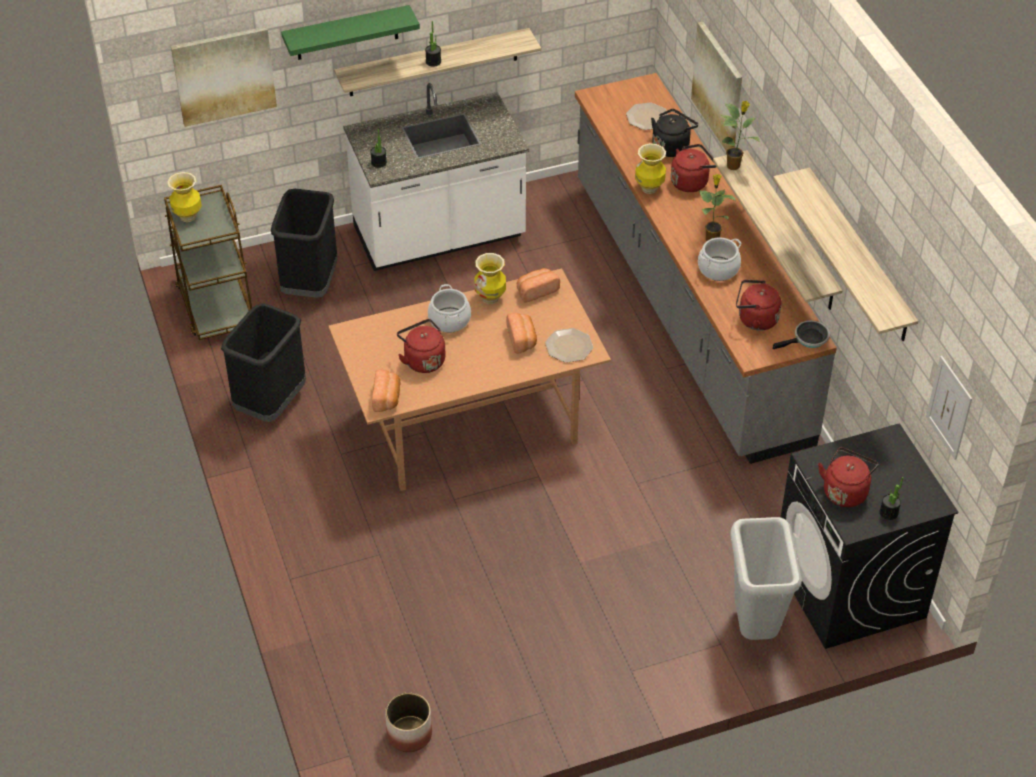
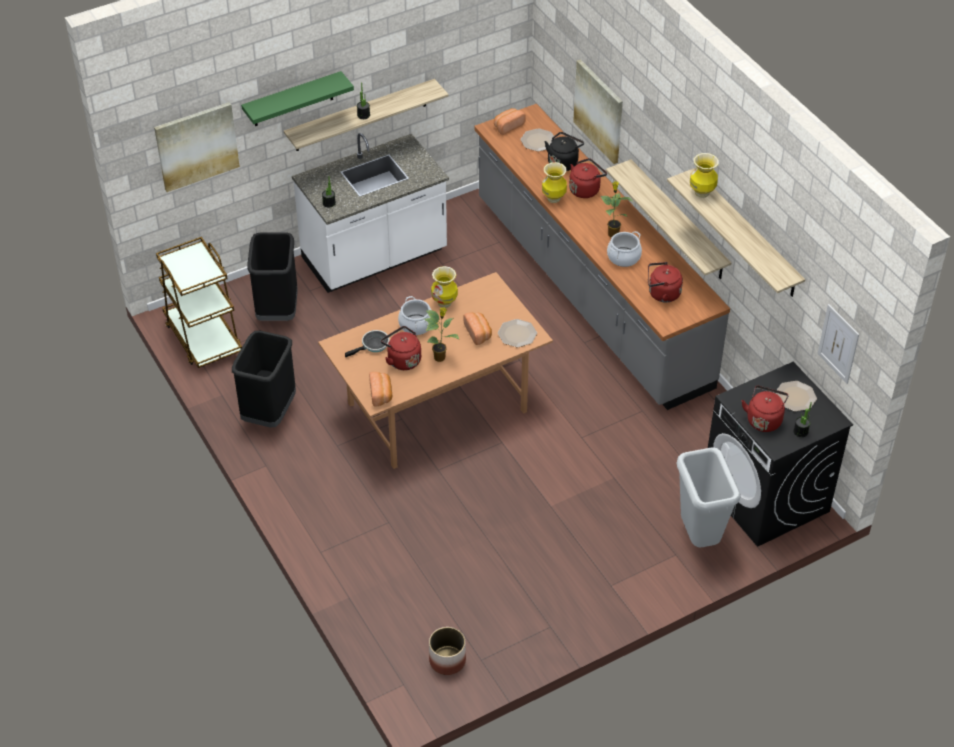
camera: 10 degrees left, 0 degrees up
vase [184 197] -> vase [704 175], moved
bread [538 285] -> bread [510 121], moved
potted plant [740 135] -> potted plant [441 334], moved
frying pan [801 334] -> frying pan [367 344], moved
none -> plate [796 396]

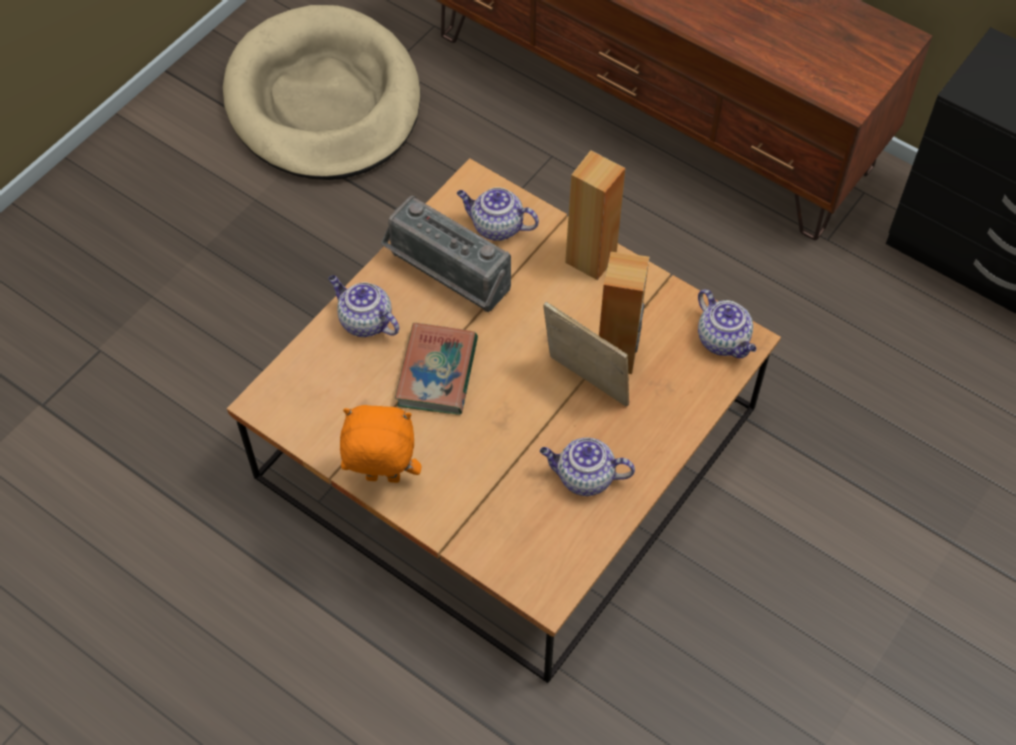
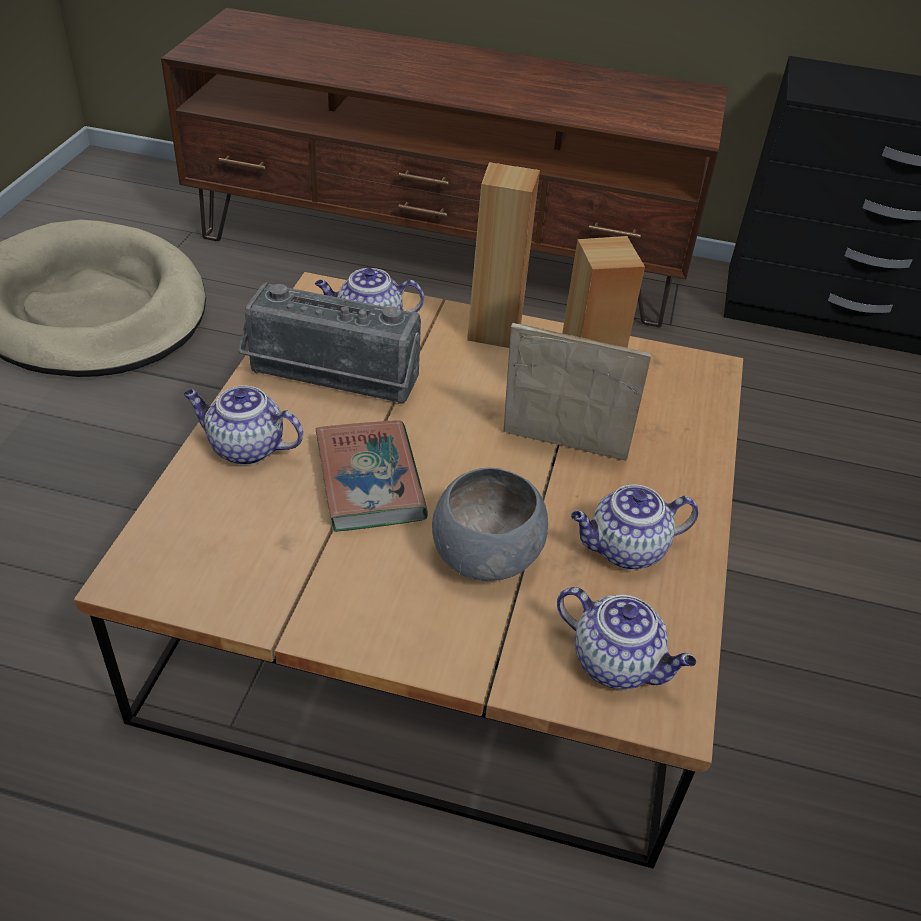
camera: 25 degrees left, 15 degrees down
orange plush toy [380 444] -> none
teapot [727 323] -> teapot [626 638], moved
none -> grey bowl [490 524]

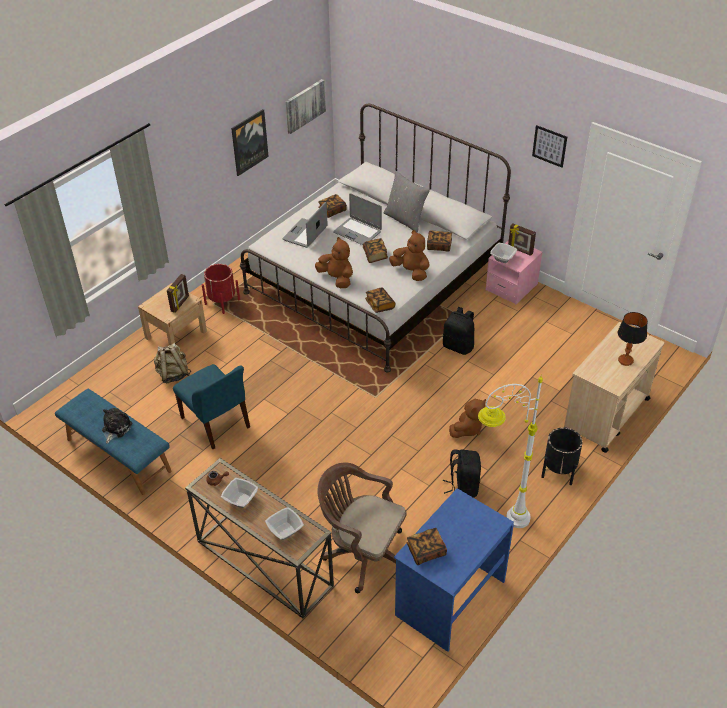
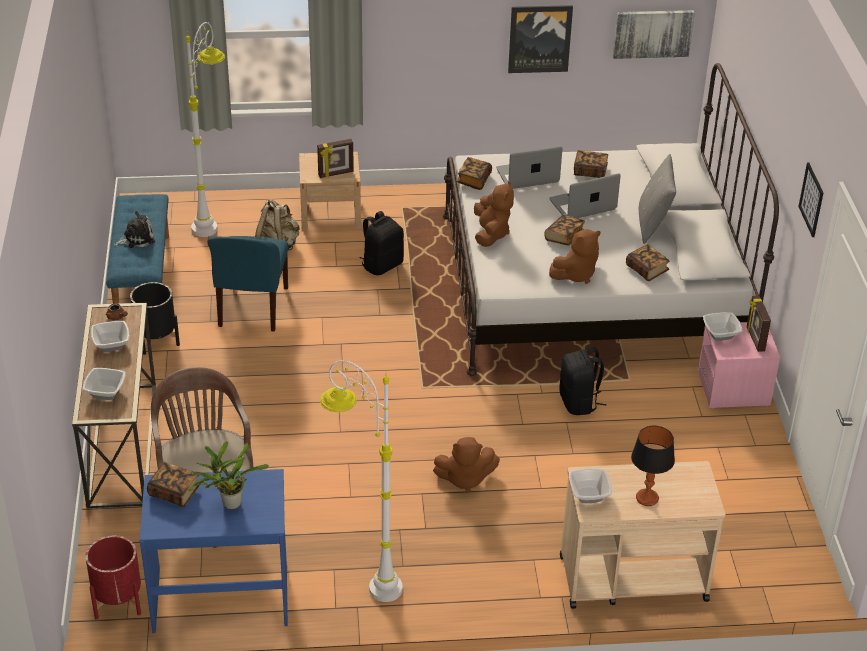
camera: 45 degrees right, 5 degrees down
red planter [221 289] -> red planter [113 577], moved
laptop [357 219] -> laptop [585 195], 75 degrees clockwise
book [380 300] -> book [474 173], moved
brown plush toy [409 255] -> brown plush toy [574 256], 60 degrees clockwise
black backpack [462 473] -> black backpack [382 243], moved
black planter [562 456] -> black planter [155 318], moved
none -> white floor lamp [205 129]
none -> potted plant [228 475]
none -> bowl [590 485]

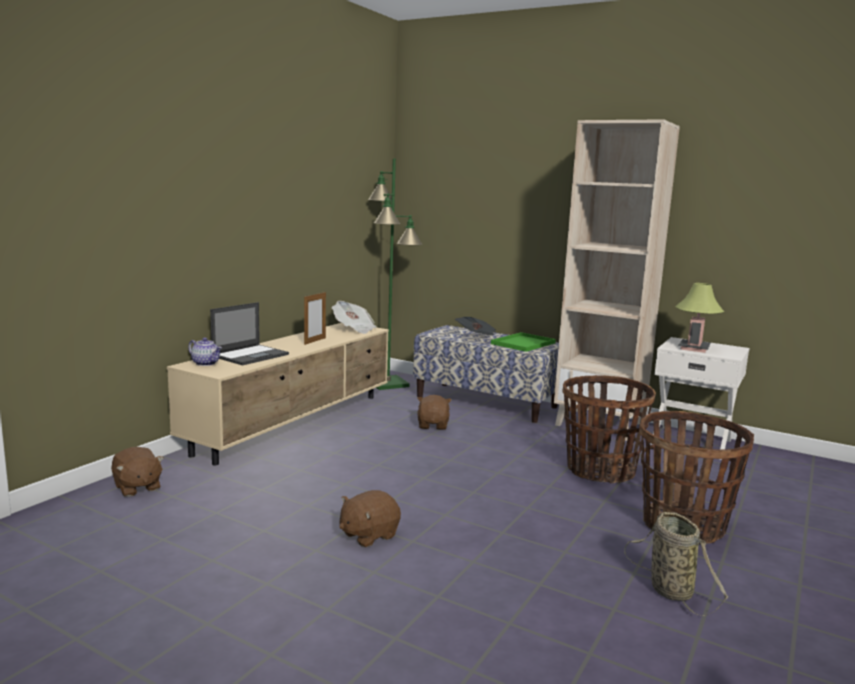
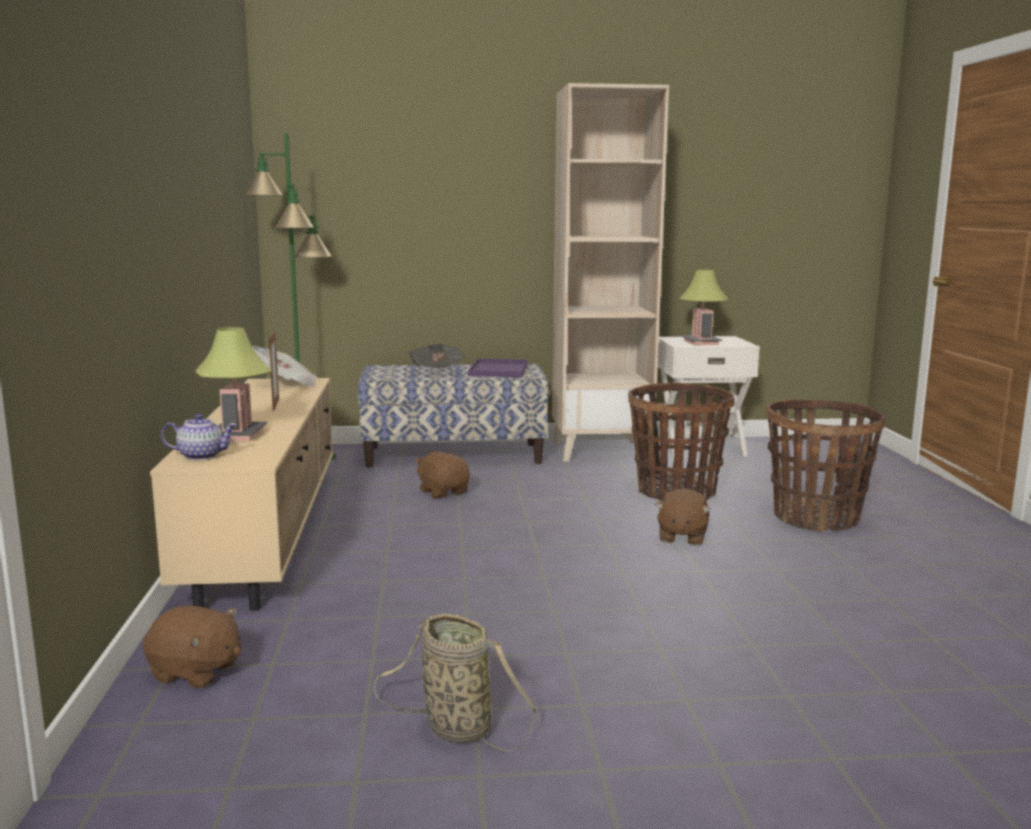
camera: 35 degrees left, 0 degrees up
laptop [249 333] -> table lamp [233 384]
brown plush toy [370 518] -> brown plush toy [683 517], moved
green tray [523 342] -> purple tray [498 368]
basket [676 564] -> basket [455 682], moved

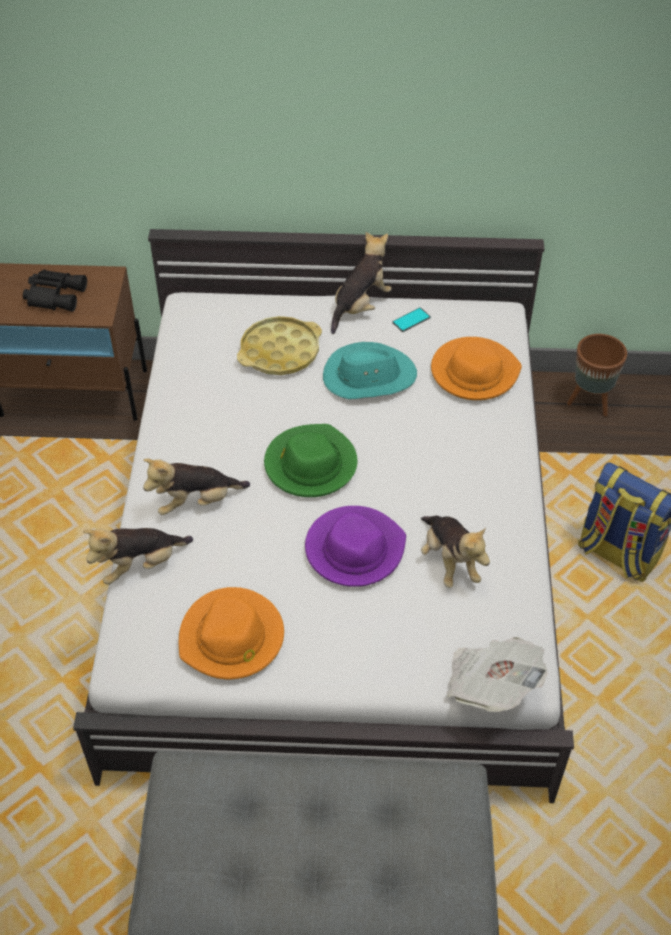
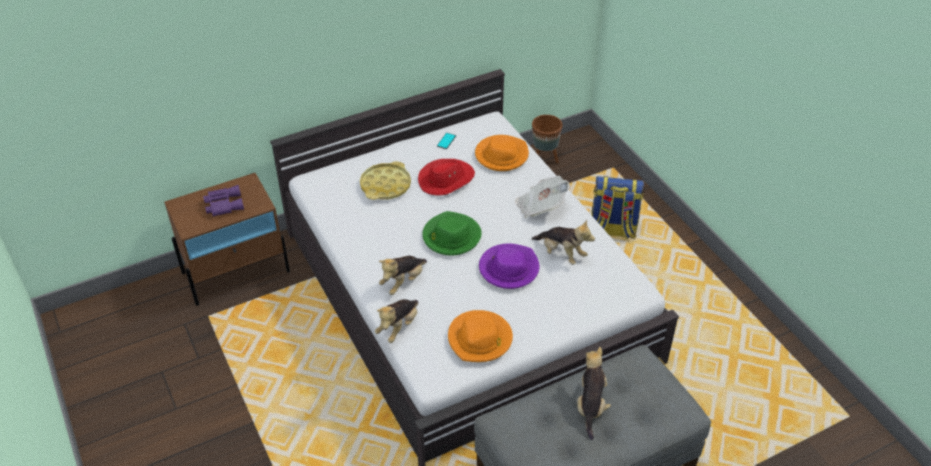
camera: 30 degrees left, 5 degrees down
black binoculars [55 291] -> purple binoculars [223 201]
turquoise hat [370 370] -> red hat [446 177]
plush toy [361 283] -> plush toy [594 393], moved
newspaper [497 674] -> newspaper [542 197], moved

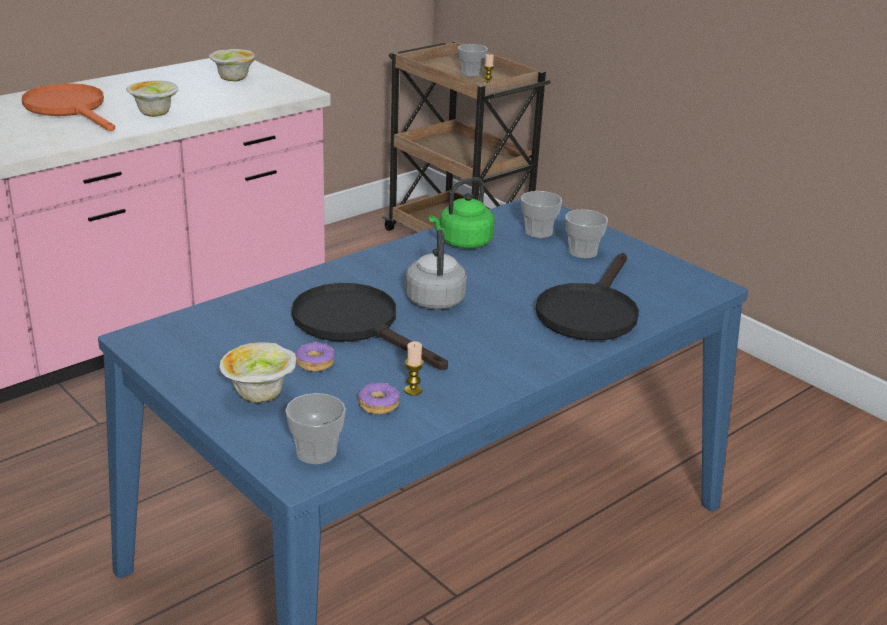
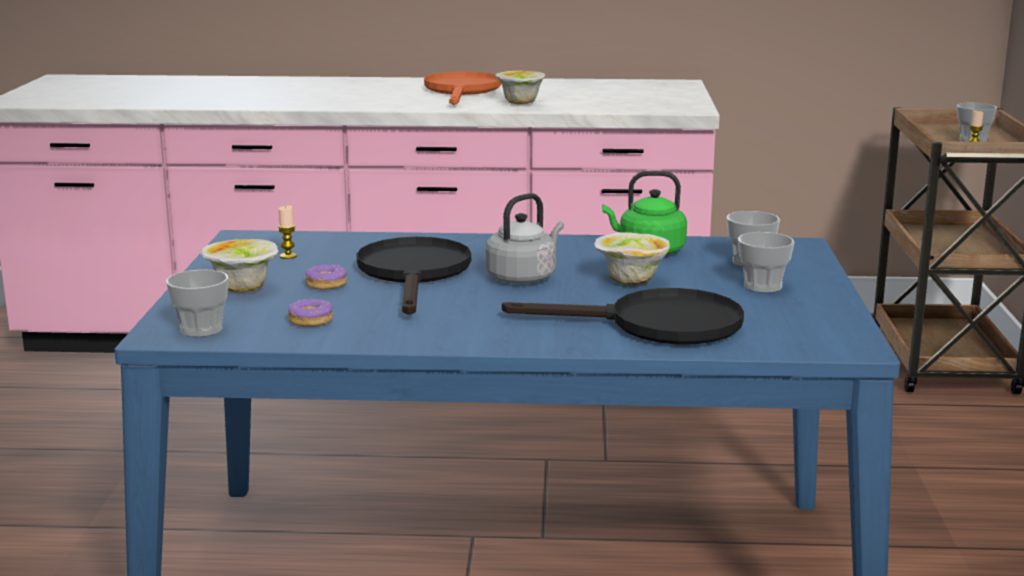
camera: 45 degrees right, 10 degrees down
bowl [232 65] -> bowl [632 258], moved
candle [413 368] -> candle [287 232], moved
black frying pan [587 297] -> black frying pan [623 316], 150 degrees counterclockwise

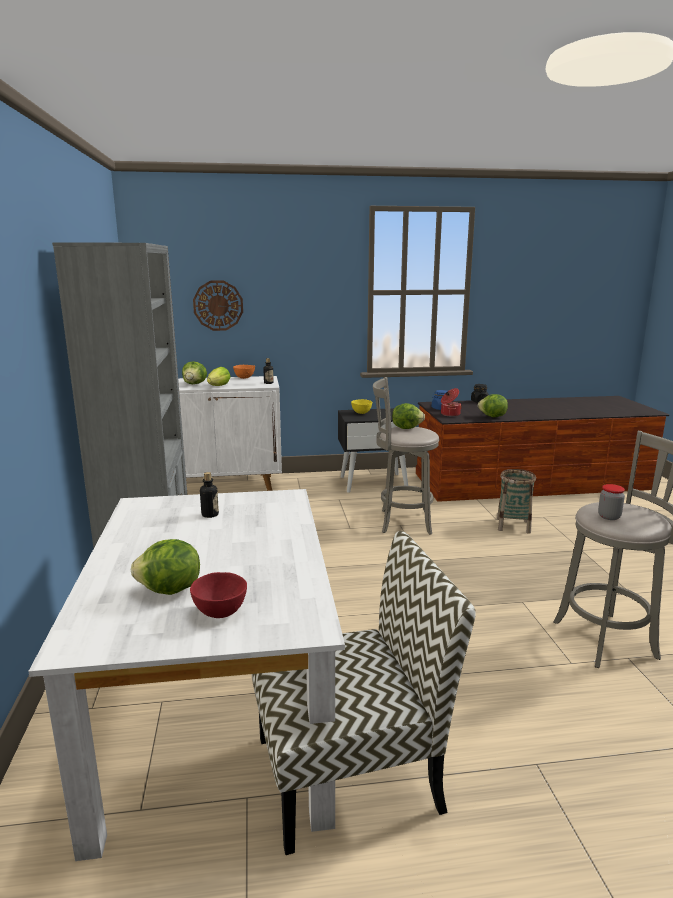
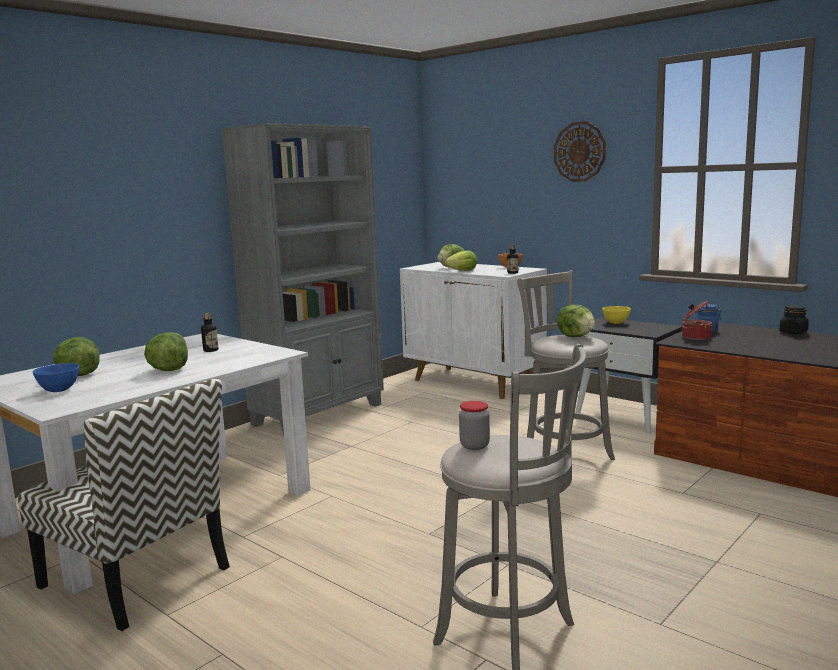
camera: 50 degrees right, 5 degrees down
red bowl [218 595] -> blue bowl [56 377]
wall clock [218 306] -> wall clock [580 151], moved
lettuce [493 405] -> lettuce [166 351], moved
basket [516 501] -> none

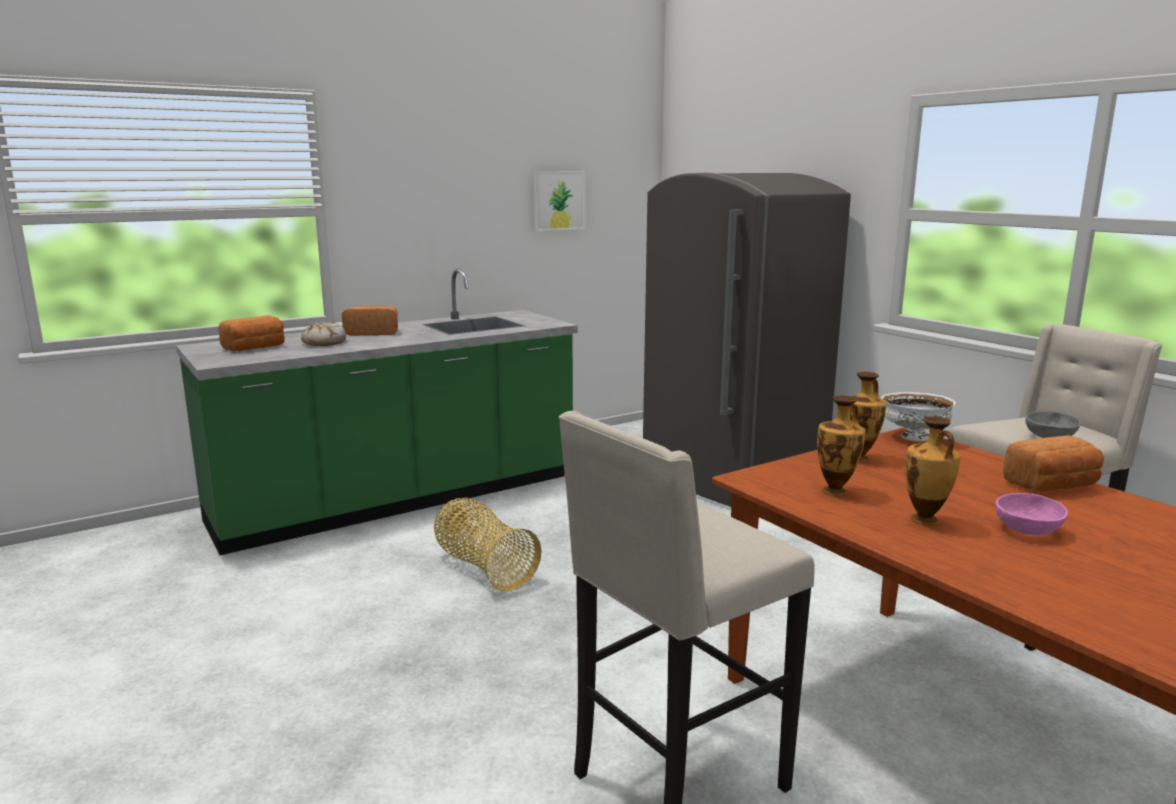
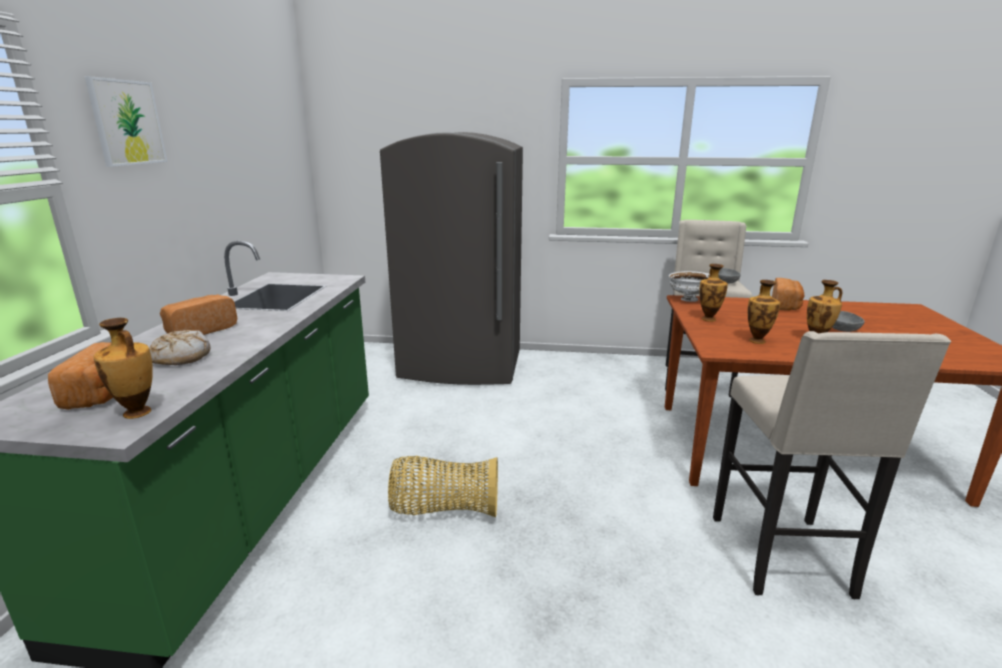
camera: 50 degrees left, 5 degrees up
picture [559 201] -> picture [126 121], moved
pink bowl [1032 514] -> grey bowl [848 321]
none -> vase [123 368]

